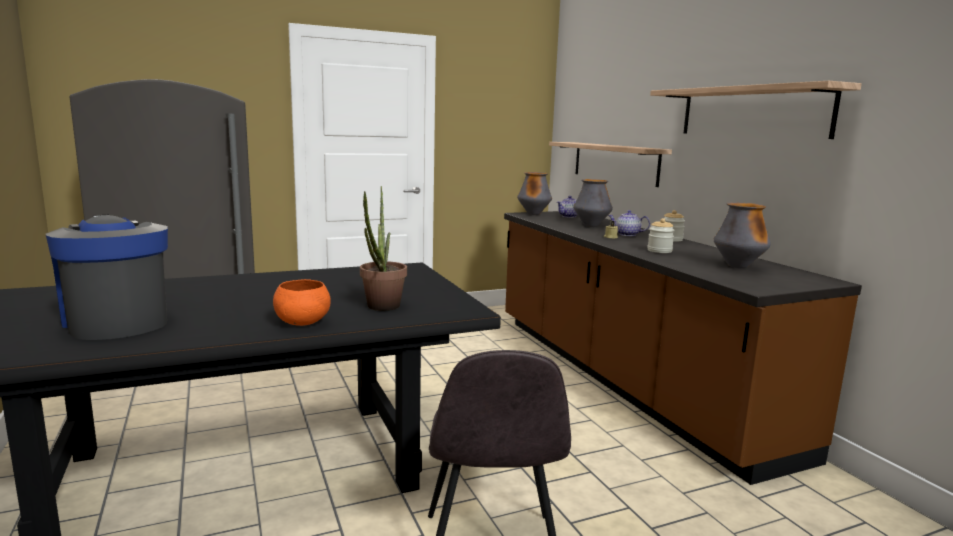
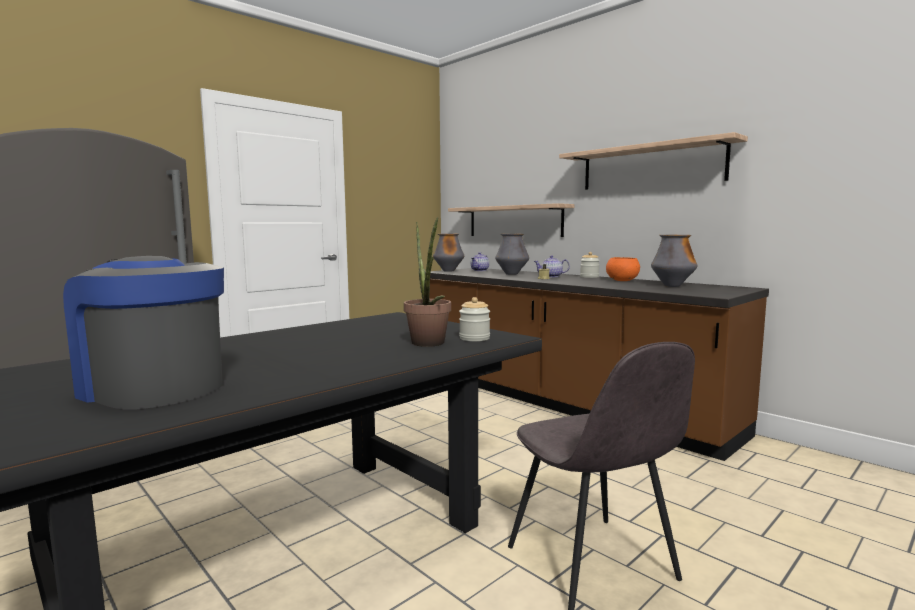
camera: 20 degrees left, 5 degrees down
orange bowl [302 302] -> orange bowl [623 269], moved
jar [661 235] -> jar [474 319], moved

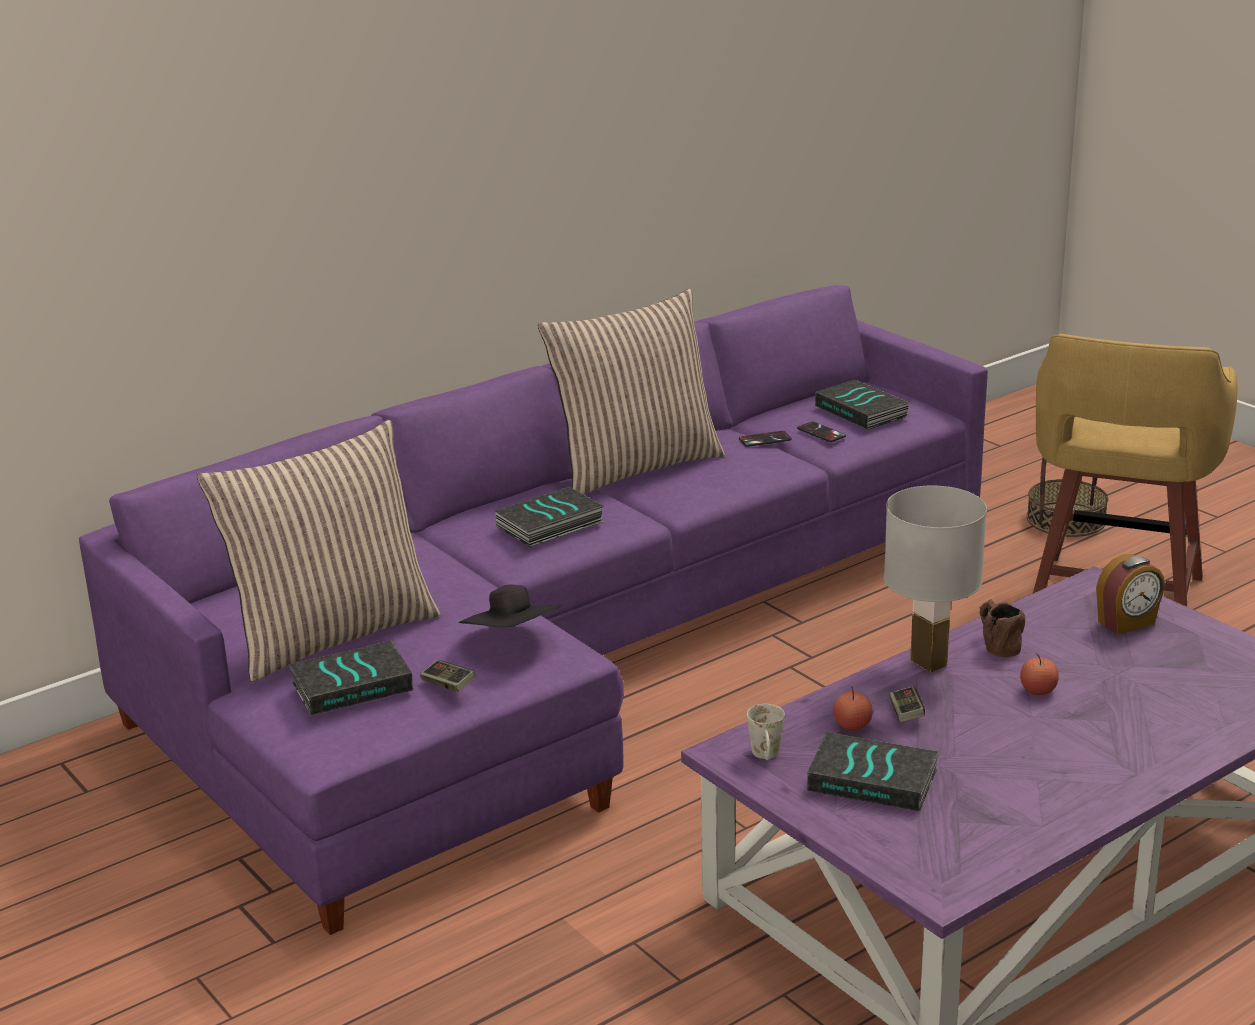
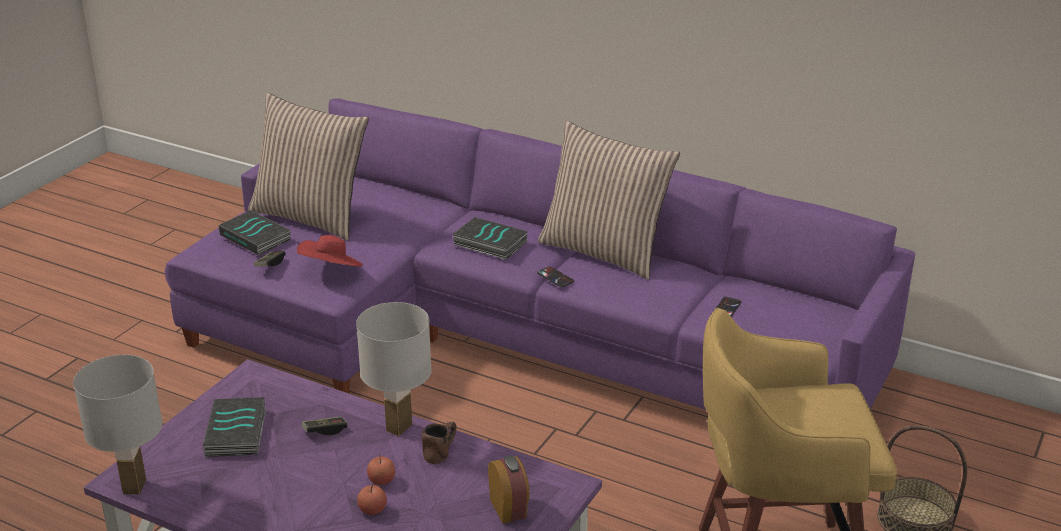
camera: 65 degrees right, 5 degrees up
black hat [510 606] -> red hat [330 251]
phone [765 439] -> phone [555 276], moved
white mug [766 732] -> none
book [862 405] -> none
apple [852 708] -> apple [372 499], moved
alarm clock [1130 594] -> alarm clock [509 489], 150 degrees counterclockwise
none -> white table lamp [117 425]

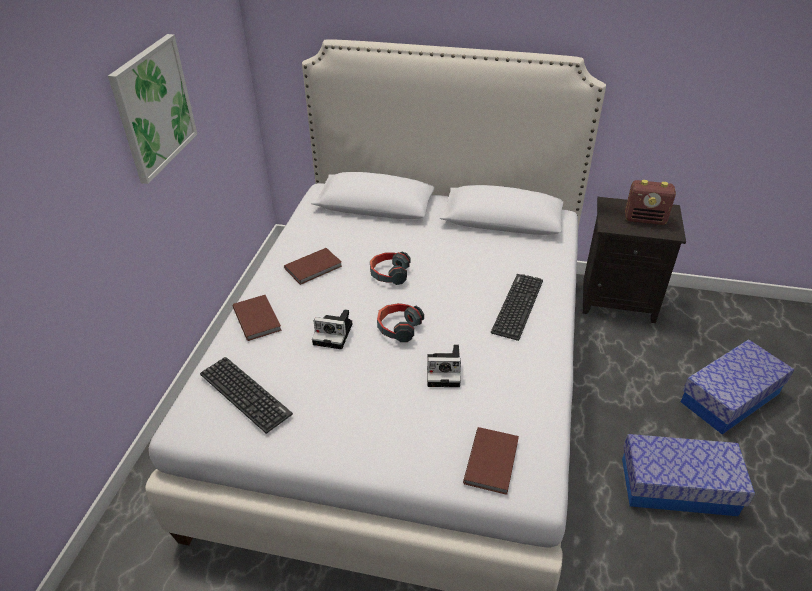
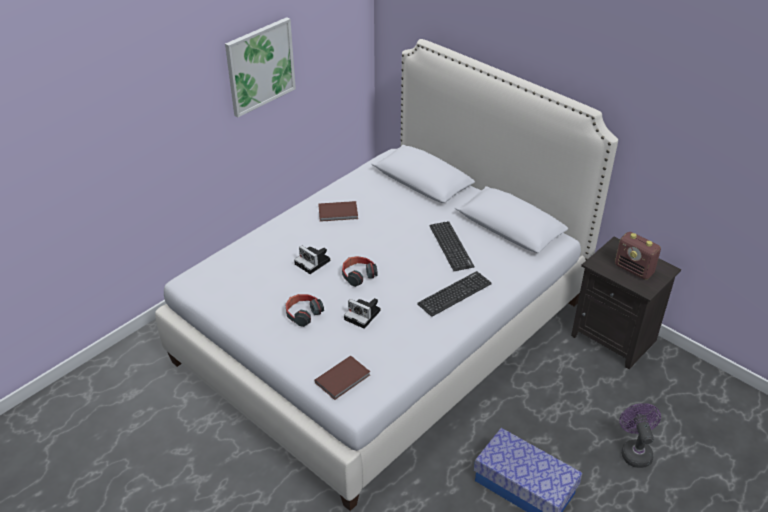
camera: 30 degrees right, 0 degrees up
keyboard [246 395] -> keyboard [452 246], moved
brown book [257 318] -> none
headphones [390 268] -> headphones [304 310], moved
storage box [737 387] -> purple fan [640 435]

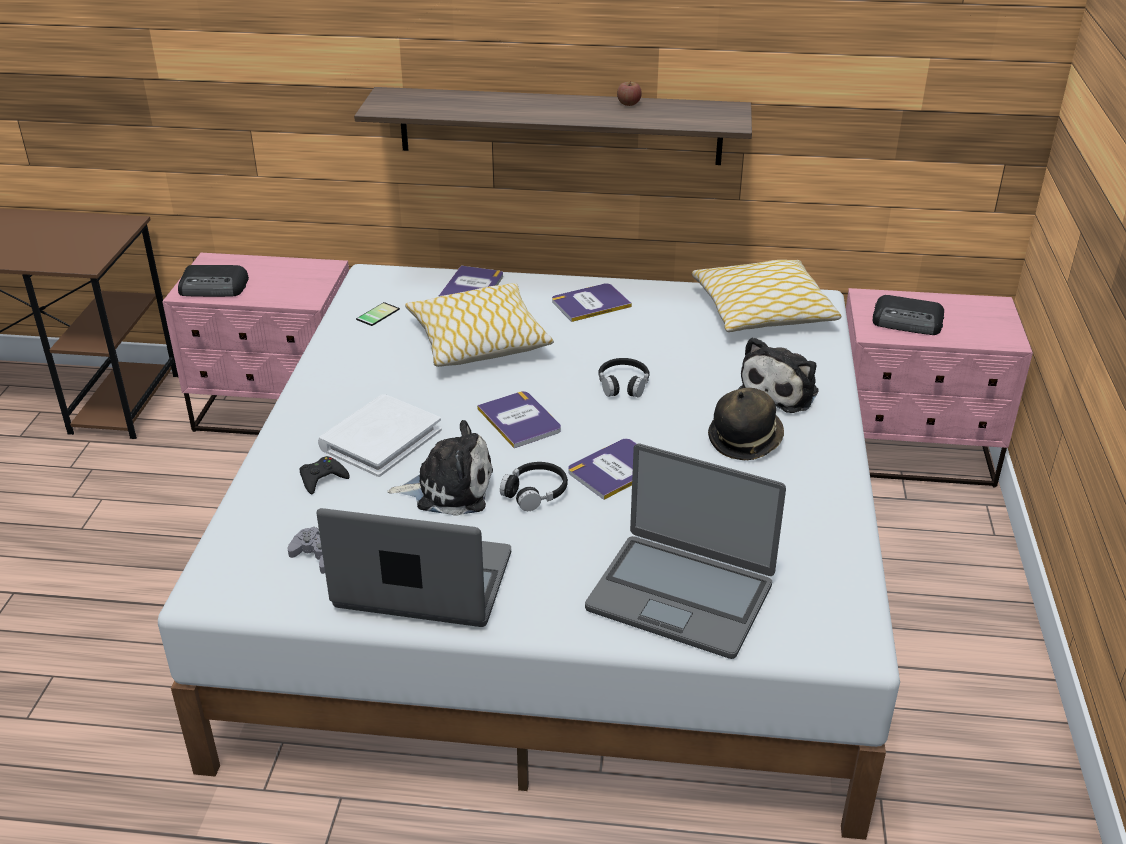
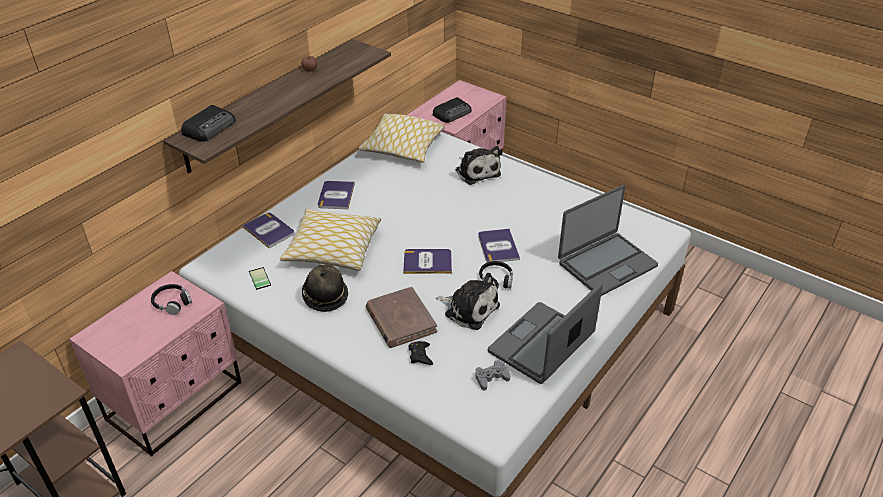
camera: 60 degrees left, 5 degrees up
radio [213 281] -> radio [208 123], moved
white book [380 435] -> brown book [401 317]
plush toy [440 468] -> plush toy [468 301], 90 degrees clockwise
black headphones [623 378] -> black headphones [171 299], moved
hat [746 424] -> hat [325 288], moved

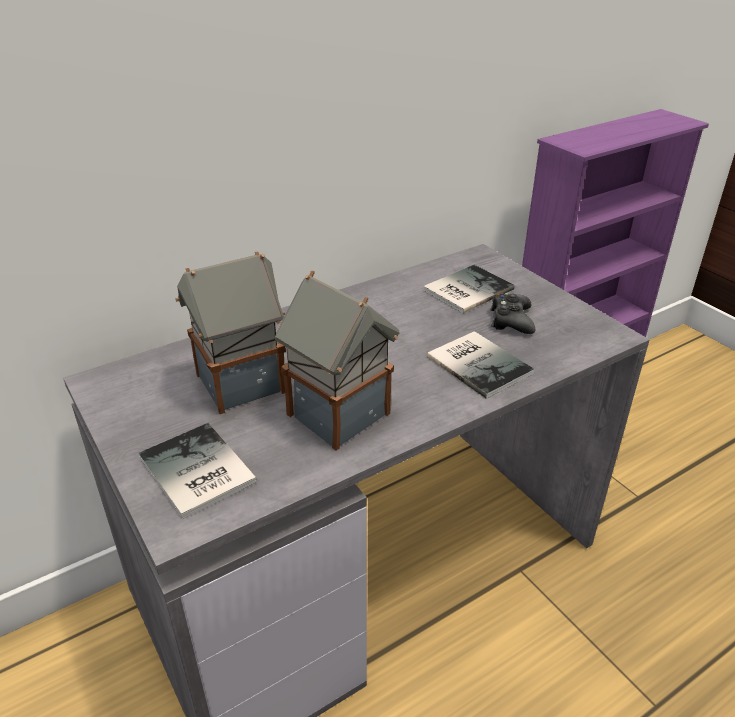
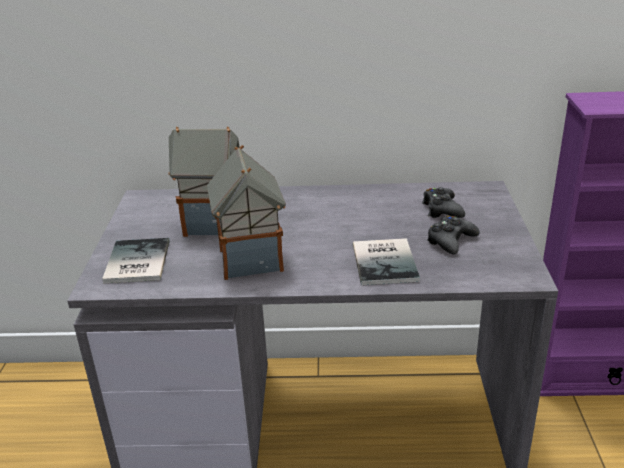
camera: 35 degrees right, 5 degrees down
book [469 289] -> black game controller [443 202]

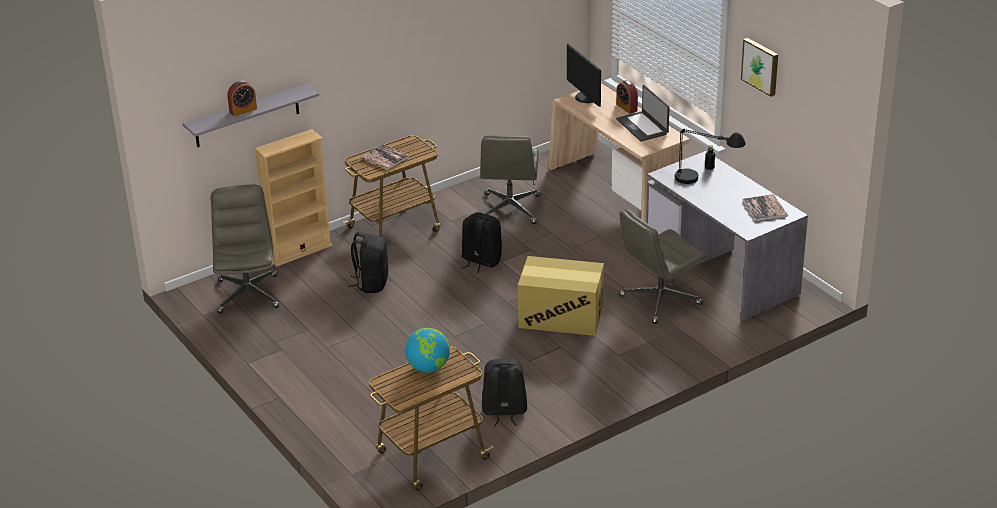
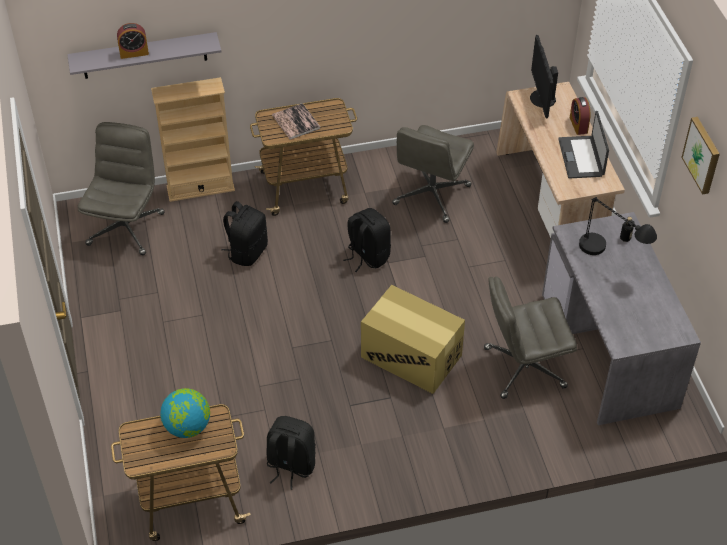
camera: 20 degrees right, 15 degrees up
book [765 208] -> none

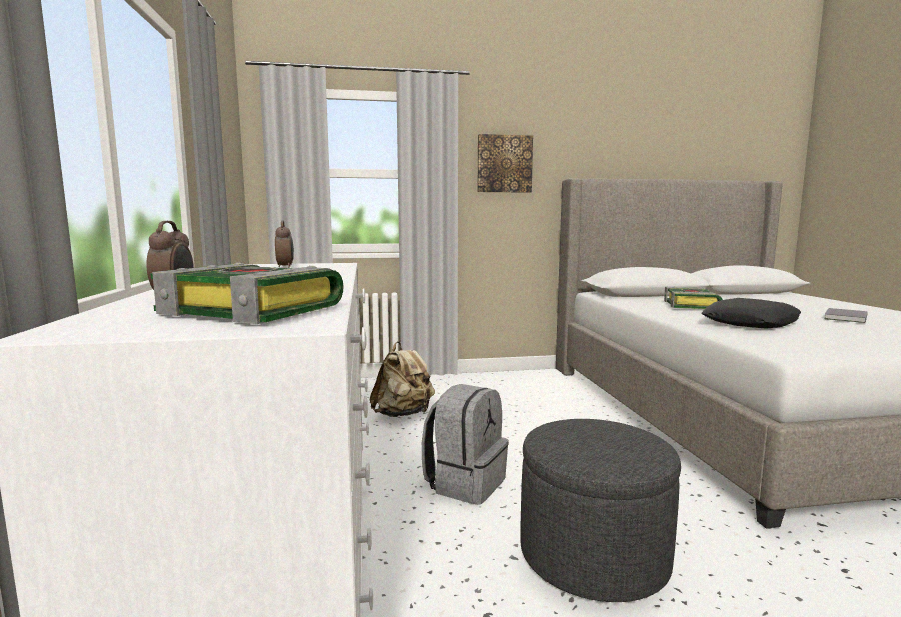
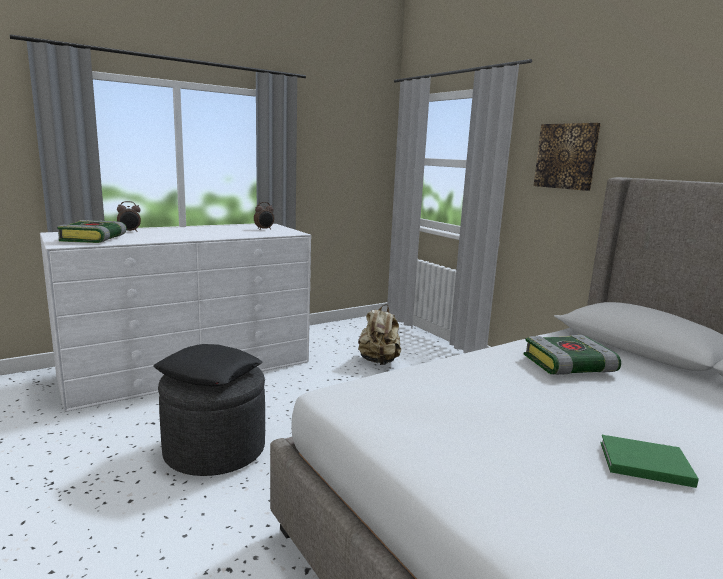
camera: 65 degrees right, 5 degrees up
grey backpack [465 444] -> none
black pillow [751 313] -> black pillow [207 365], moved
grey book [846 315] -> green book [649 461]

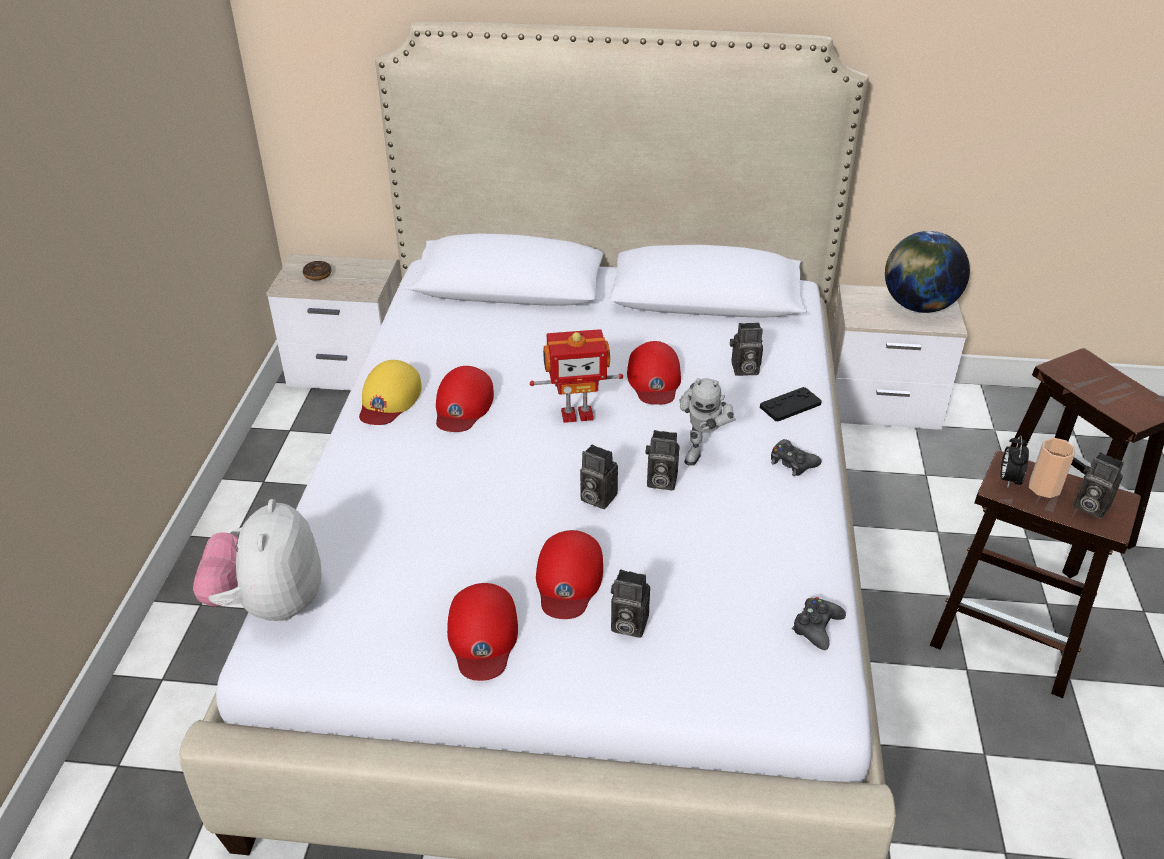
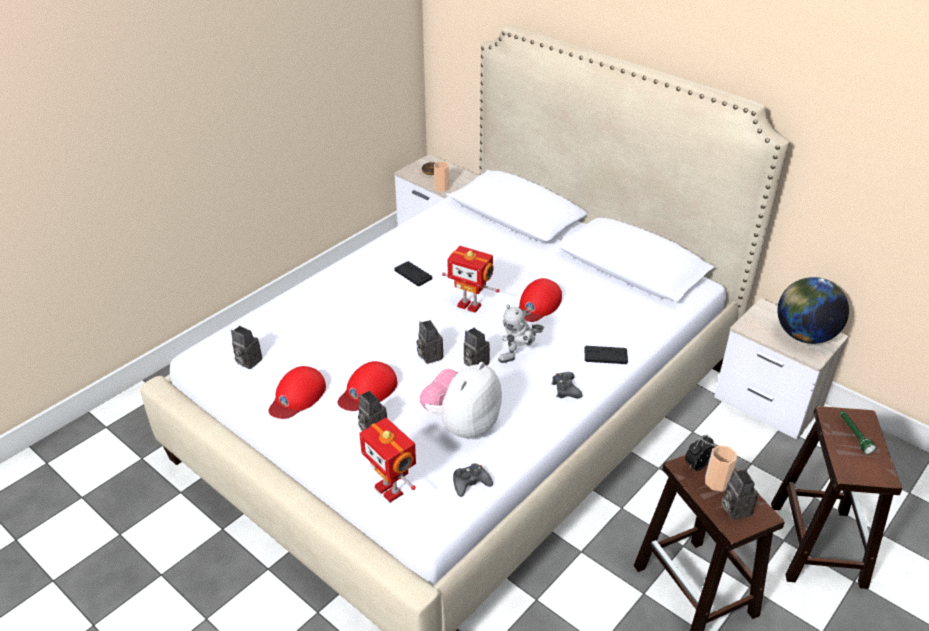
camera: 35 degrees right, 0 degrees up
plush toy [257 560] -> plush toy [460 400], moved
yellow cap [390 392] -> none
red cap [465 399] -> black game controller [413 273]
photo camera [746 349] -> photo camera [246 347], moved
none -> toy robot [387 460]
none -> cup [441 177]
none -> green flashlight [858 432]

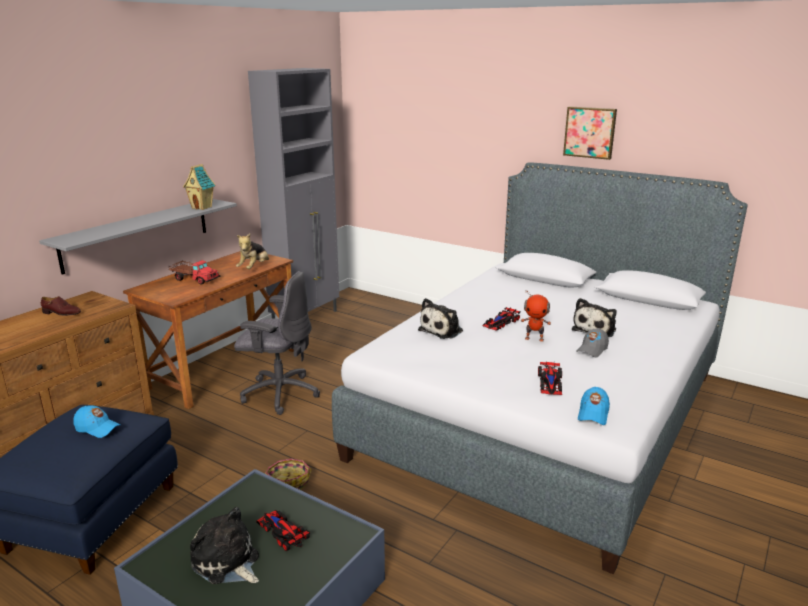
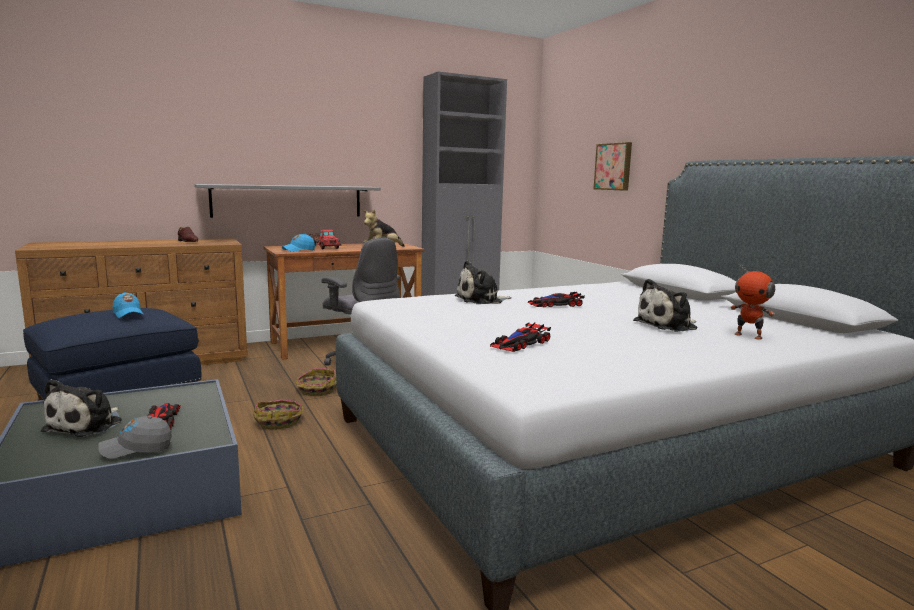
camera: 30 degrees right, 10 degrees down
toy house [199 187] -> none
plush toy [224 545] -> plush toy [81 408], 150 degrees counterclockwise
toy robot [536 316] -> toy robot [753 302], moved
picture [590 133] -> picture [612 166], moved
grey cap [592 343] -> grey cap [135 437], moved
blue cap [594 406] -> blue cap [298 243], moved
none -> basket [316 382]

